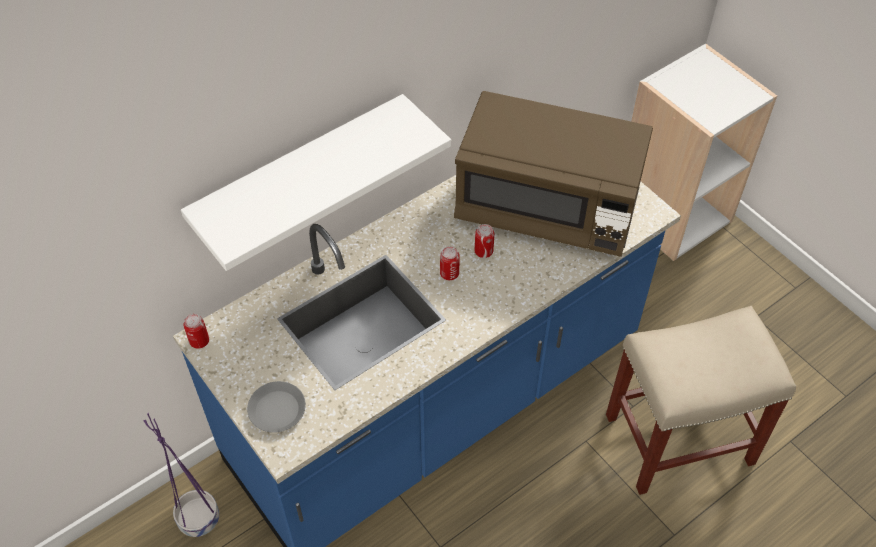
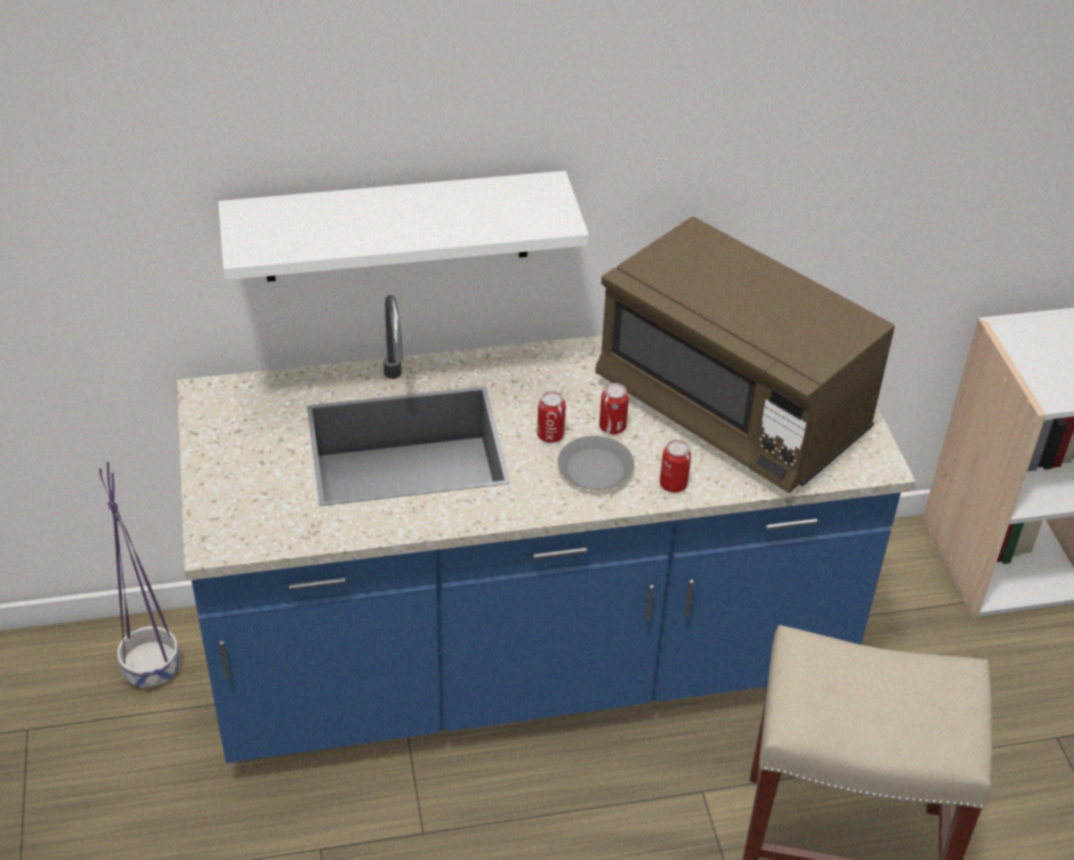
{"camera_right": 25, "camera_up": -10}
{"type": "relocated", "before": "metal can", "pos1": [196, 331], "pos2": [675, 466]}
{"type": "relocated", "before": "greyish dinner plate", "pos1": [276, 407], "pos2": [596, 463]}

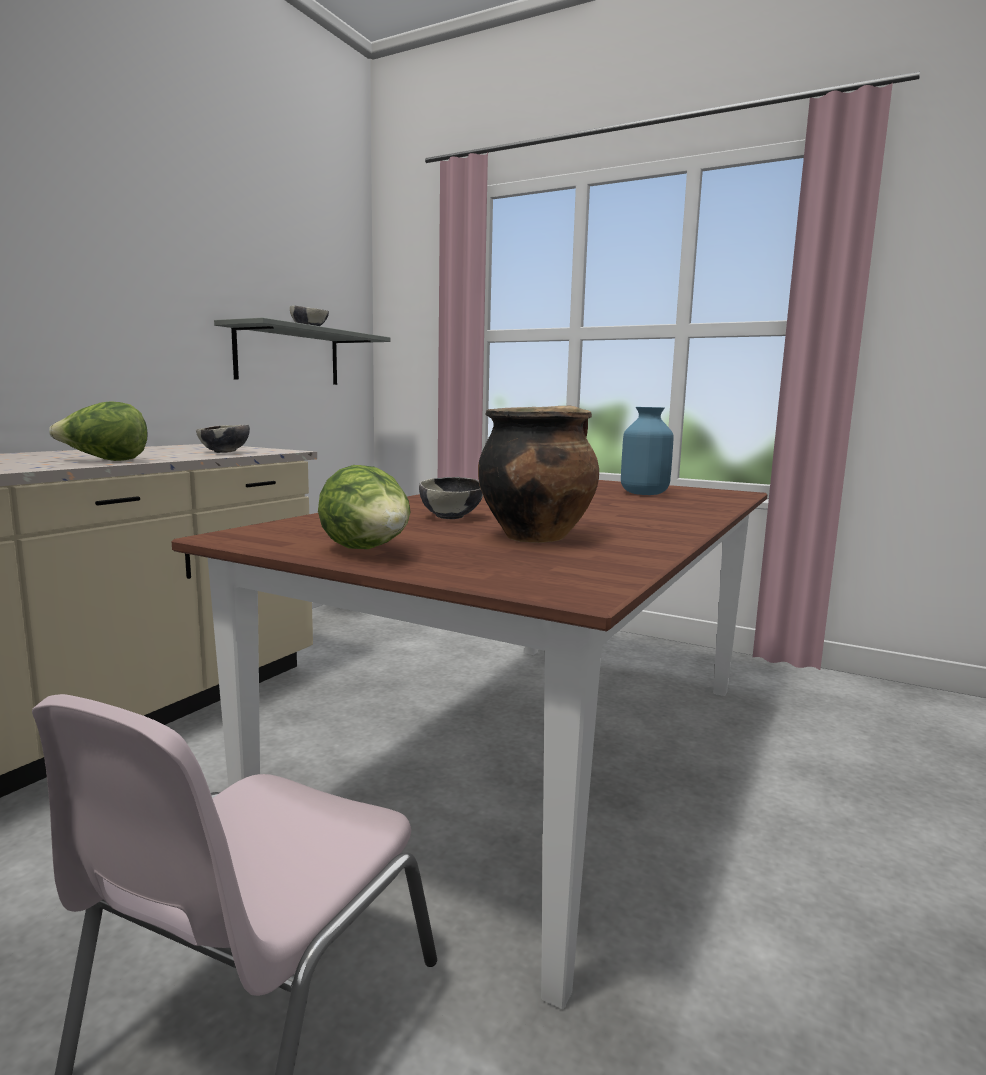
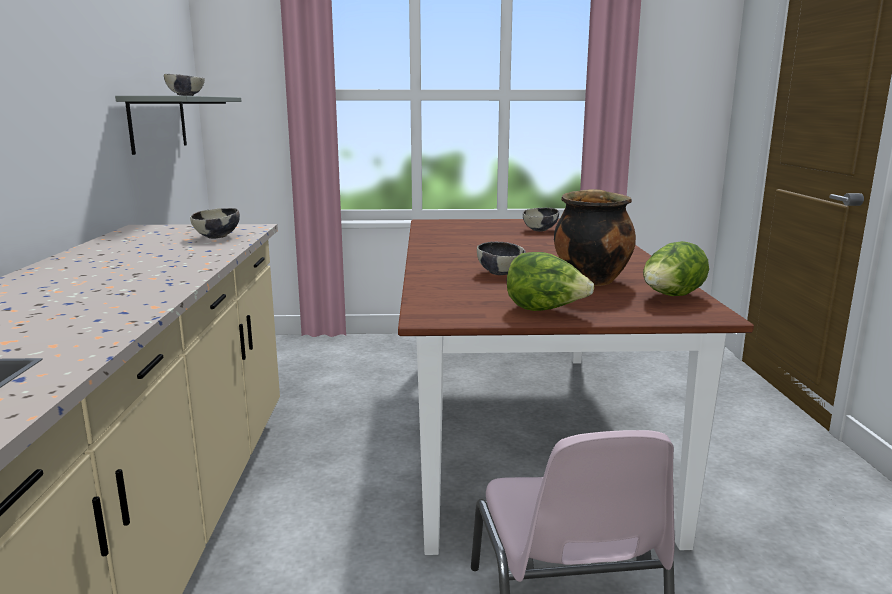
{"camera_right": -30, "camera_up": 5}
{"type": "relocated", "before": "lettuce head", "pos1": [98, 431], "pos2": [676, 268]}
{"type": "exchanged", "before": "bluish flower vase", "after": "deep dish", "pos1": [647, 451], "pos2": [541, 219]}

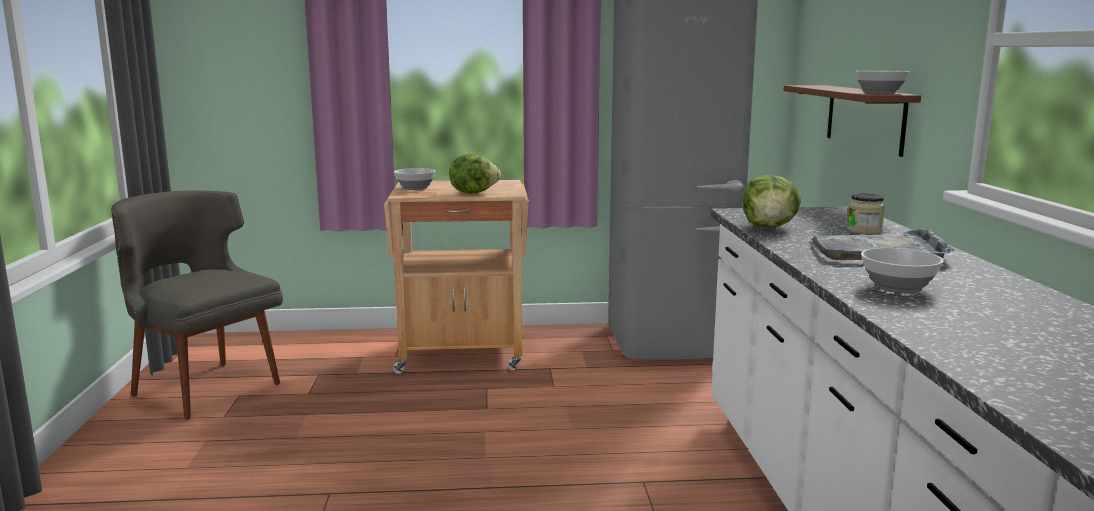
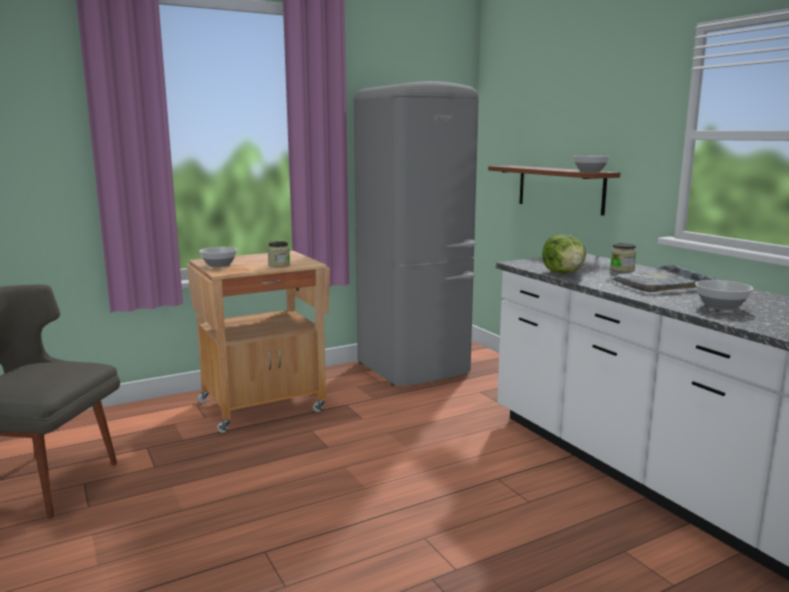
{"camera_right": -25, "camera_up": 0}
{"type": "exchanged", "before": "lettuce head", "after": "jar", "pos1": [475, 174], "pos2": [279, 254]}

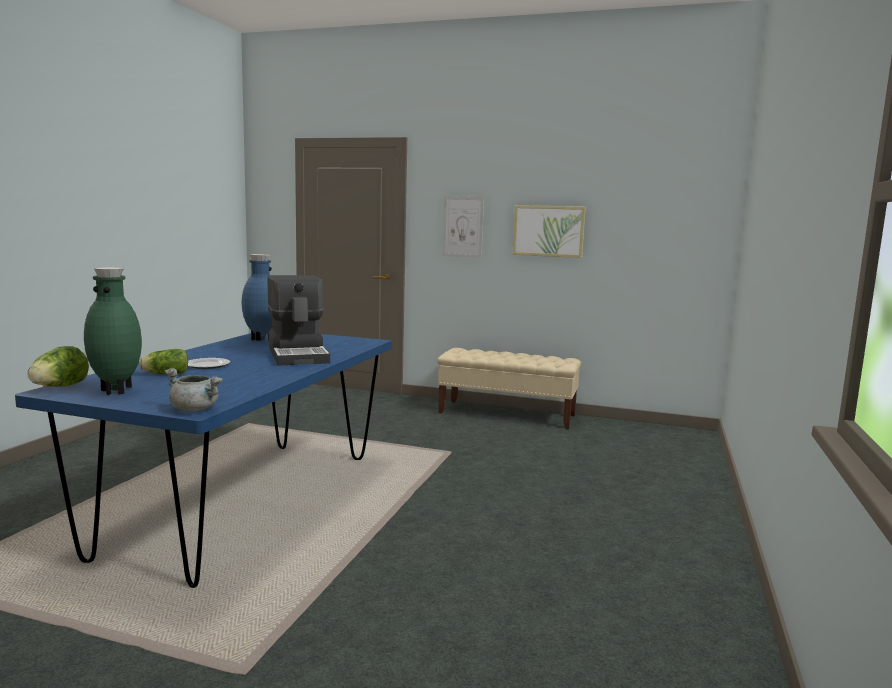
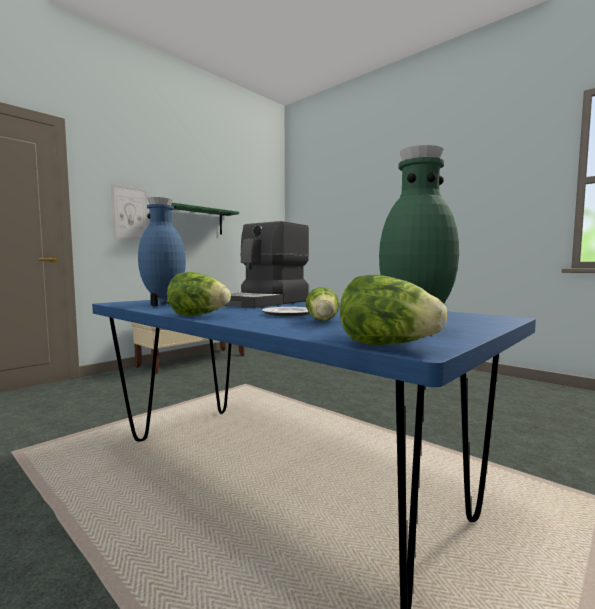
{"camera_right": -65, "camera_up": -5}
{"type": "missing", "before": "greyish saucepot", "pos1": [193, 389]}
{"type": "appeared", "after": "lettuce head", "pos2": [199, 294]}
{"type": "exchanged", "before": "wall art", "after": "green shelf", "pos1": [549, 231], "pos2": [205, 218]}
{"type": "spun", "before": "coffee maker", "pos1": [299, 320], "pos2": [267, 264], "turn": 120}

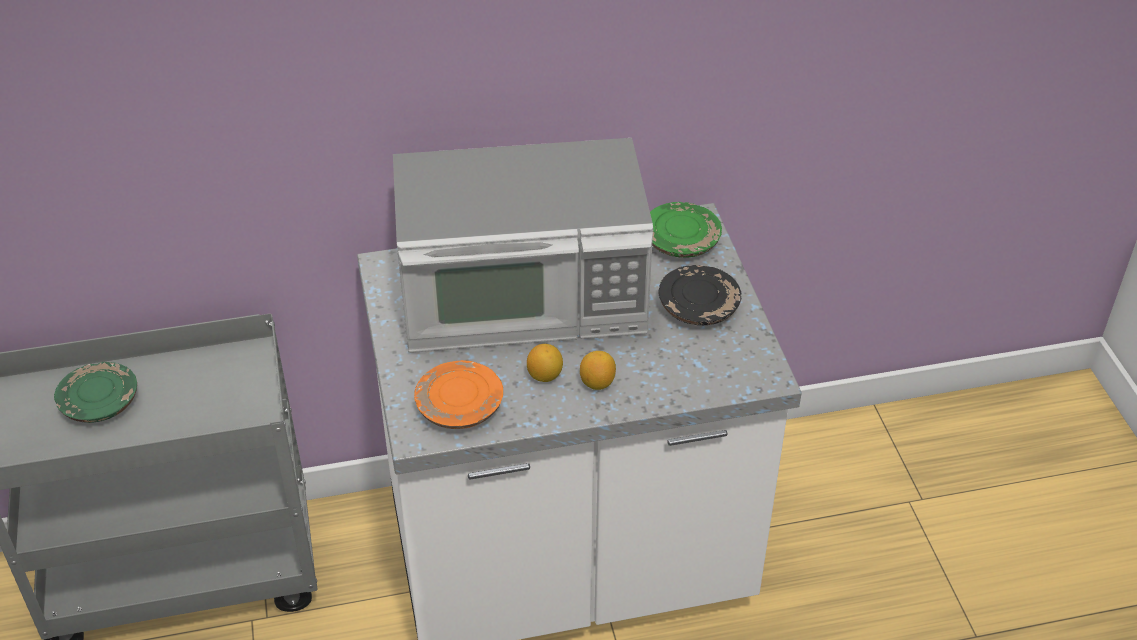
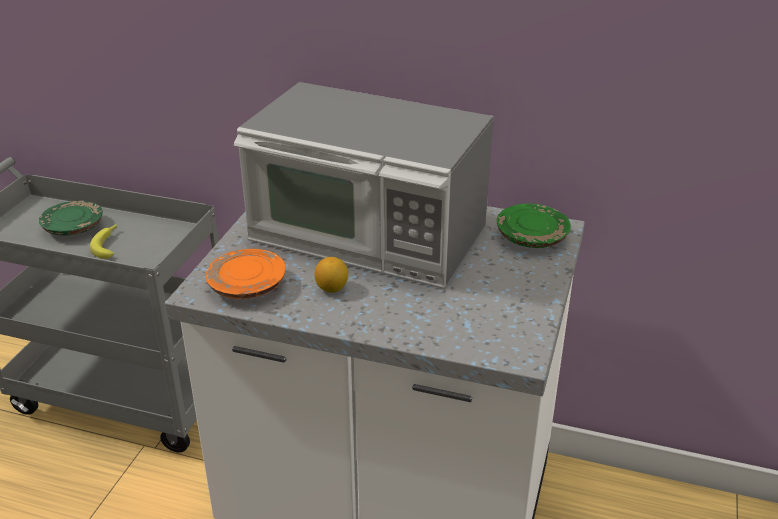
{"camera_right": 30, "camera_up": -10}
{"type": "missing", "before": "citrus fruit", "pos1": [598, 370]}
{"type": "missing", "before": "black dinner plate", "pos1": [699, 295]}
{"type": "appeared", "after": "whole banana", "pos2": [103, 241]}

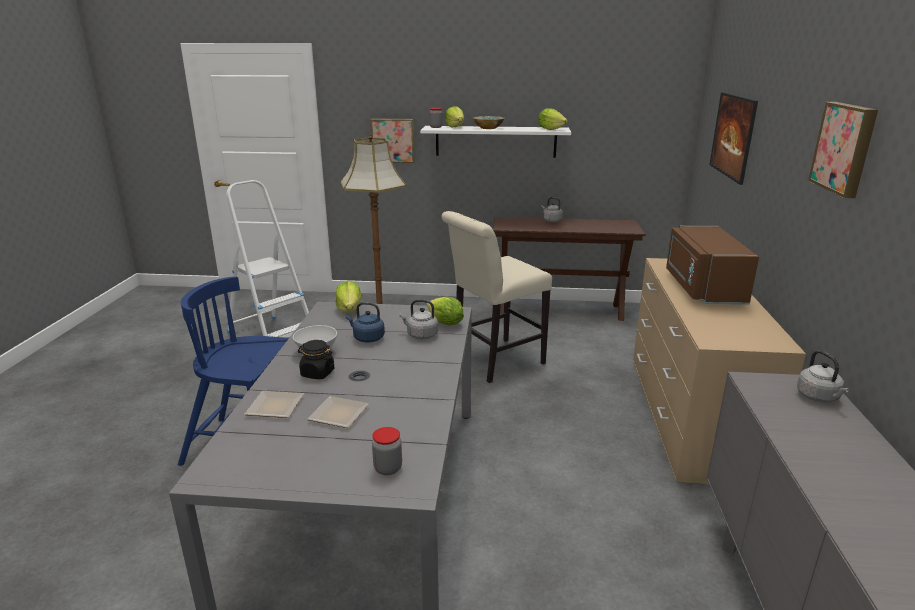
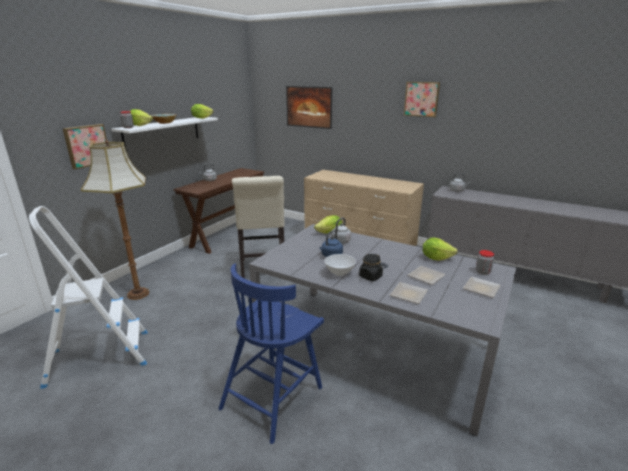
{"camera_right": -65, "camera_up": 0}
{"type": "missing", "before": "brownish kitchen microwave", "pos1": [712, 265]}
{"type": "appeared", "after": "dinner plate", "pos2": [482, 287]}
{"type": "relocated", "before": "lettuce head", "pos1": [349, 297], "pos2": [440, 249]}

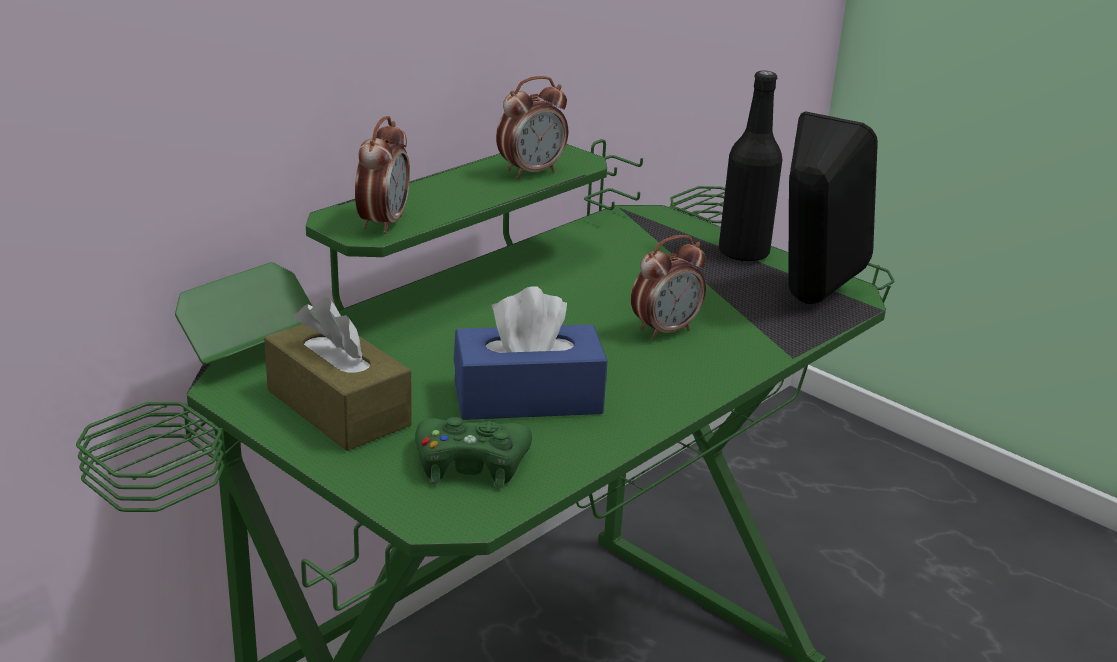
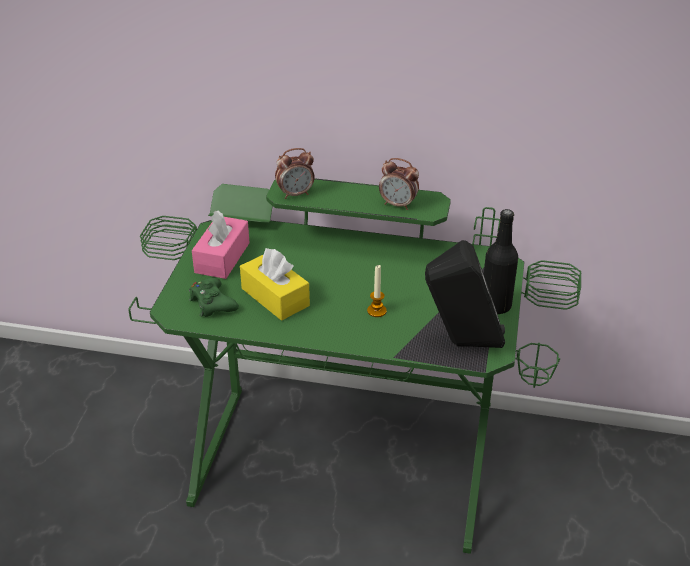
{"camera_right": 60, "camera_up": 10}
{"type": "exchanged", "before": "table clock", "after": "candle", "pos1": [668, 287], "pos2": [377, 291]}
{"type": "colour", "before": "brownish tissue box", "after": "pinkish tissue box", "pos1": [338, 374], "pos2": [221, 245]}
{"type": "colour", "before": "bluish tissue box", "after": "yellow tissue box", "pos1": [531, 353], "pos2": [275, 284]}

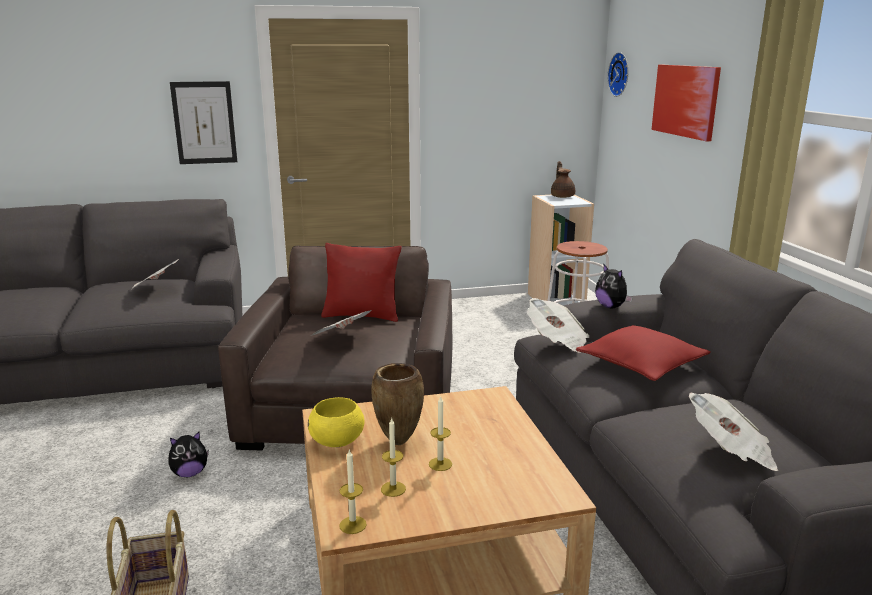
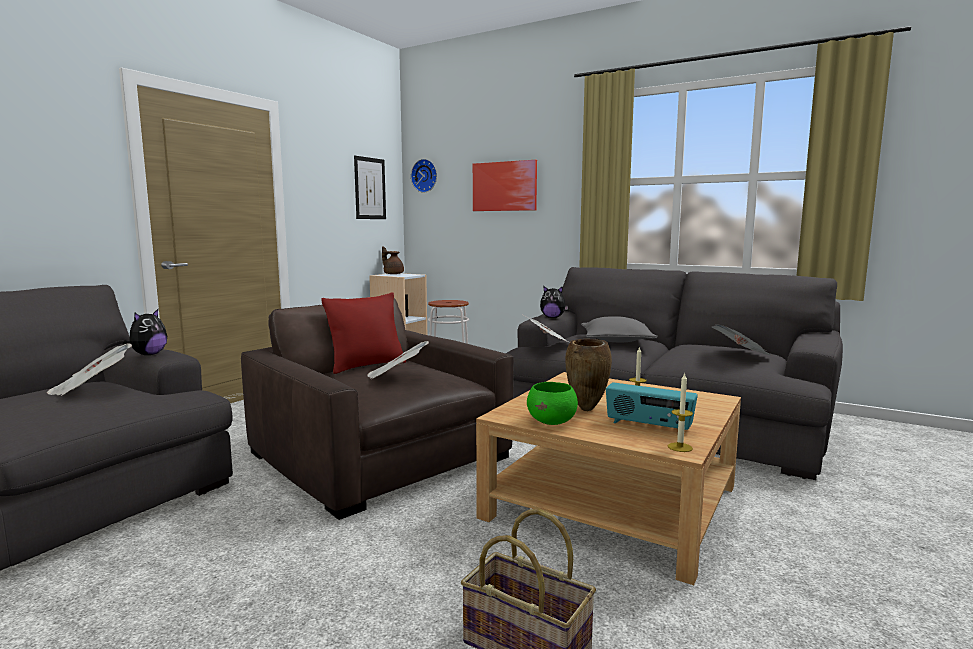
{"camera_right": -45, "camera_up": -10}
{"type": "relocated", "before": "plush toy", "pos1": [188, 454], "pos2": [145, 332]}
{"type": "relocated", "before": "wall art", "pos1": [203, 122], "pos2": [370, 187]}
{"type": "exchanged", "before": "candle", "after": "radio receiver", "pos1": [393, 457], "pos2": [652, 406]}
{"type": "colour", "before": "yellow deep dish", "after": "green deep dish", "pos1": [336, 422], "pos2": [552, 403]}
{"type": "colour", "before": "red throw pillow", "after": "greyish throw pillow", "pos1": [643, 353], "pos2": [619, 329]}

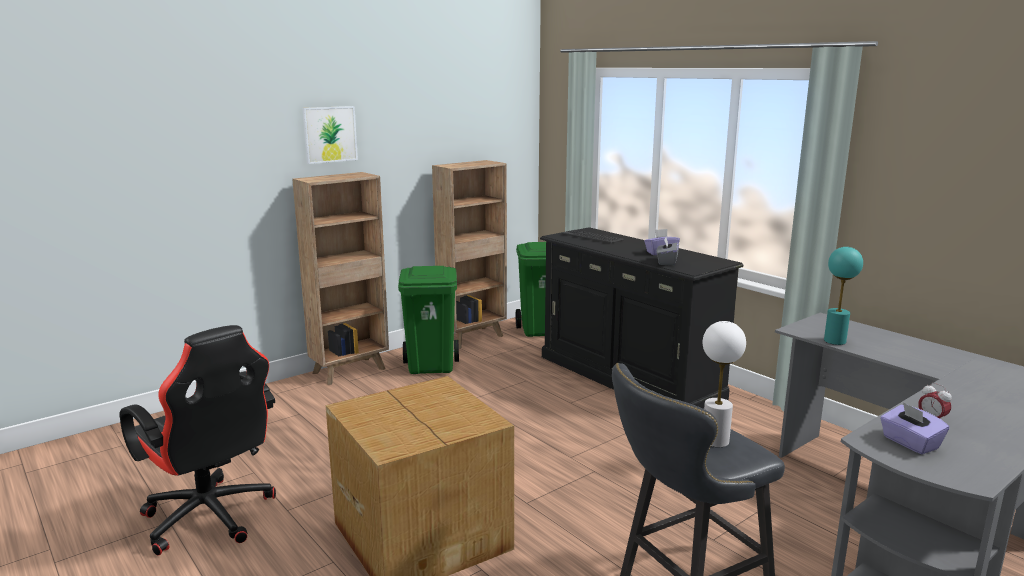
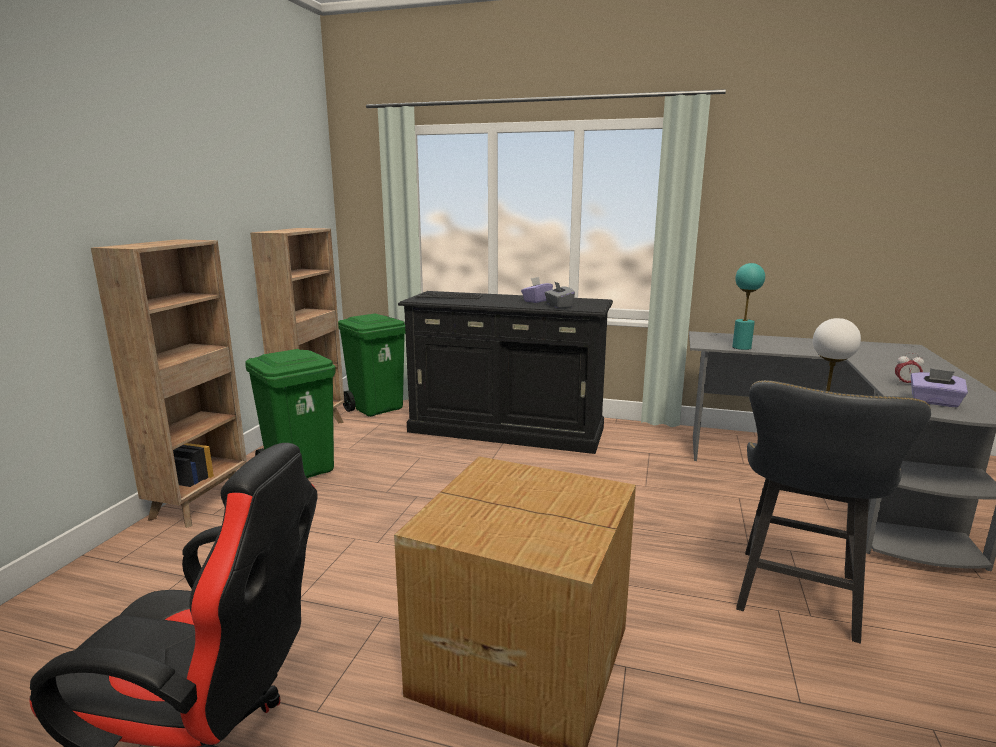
{"camera_right": -35, "camera_up": 0}
{"type": "missing", "before": "wall art", "pos1": [330, 135]}

